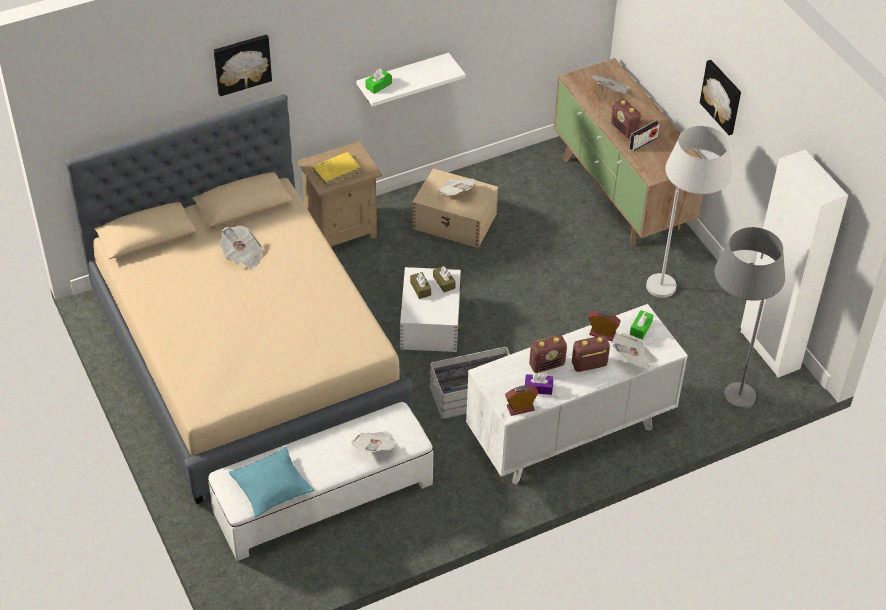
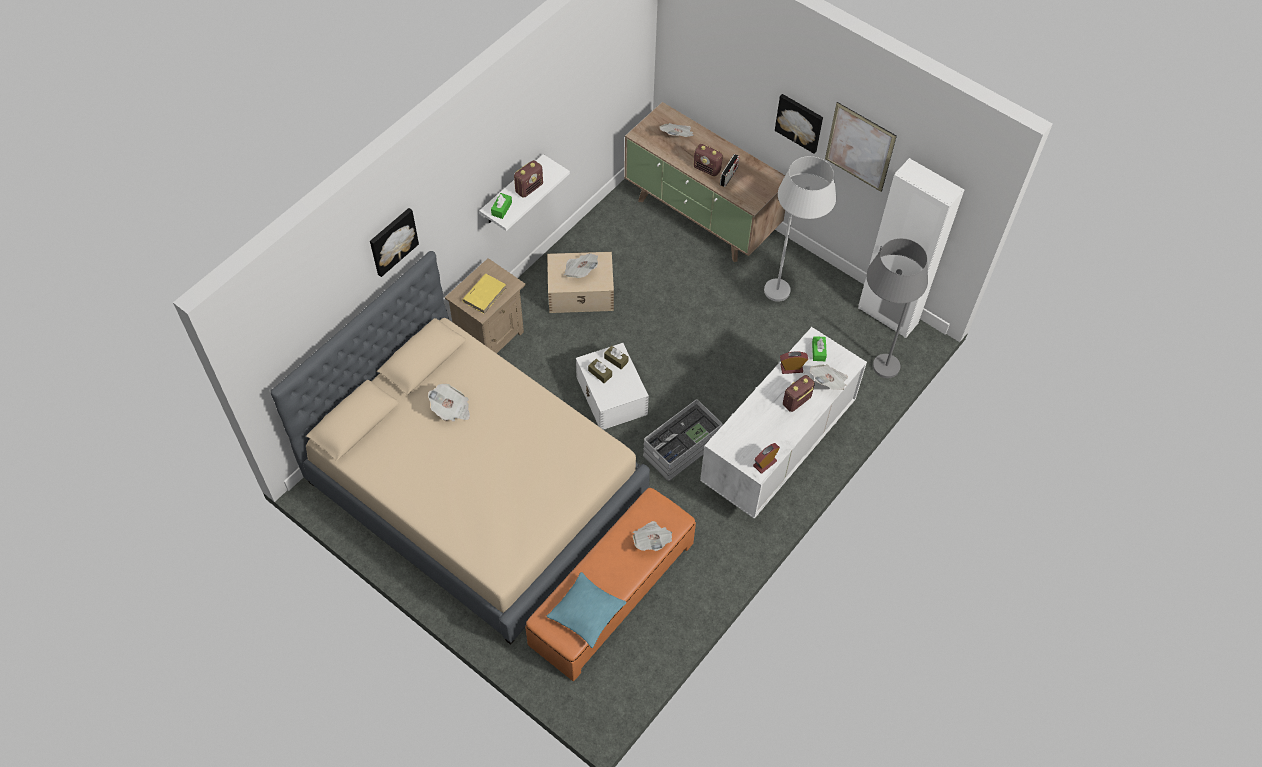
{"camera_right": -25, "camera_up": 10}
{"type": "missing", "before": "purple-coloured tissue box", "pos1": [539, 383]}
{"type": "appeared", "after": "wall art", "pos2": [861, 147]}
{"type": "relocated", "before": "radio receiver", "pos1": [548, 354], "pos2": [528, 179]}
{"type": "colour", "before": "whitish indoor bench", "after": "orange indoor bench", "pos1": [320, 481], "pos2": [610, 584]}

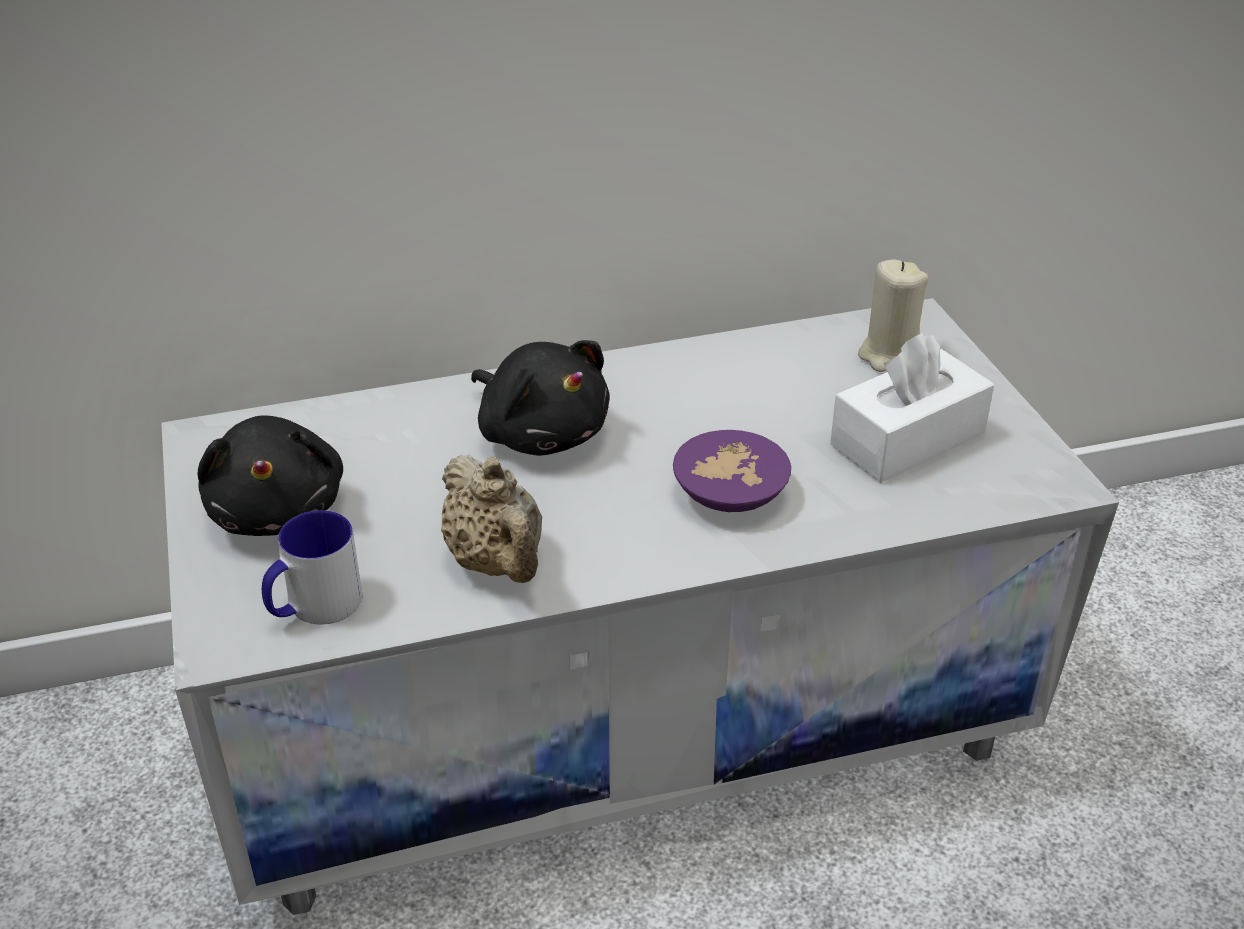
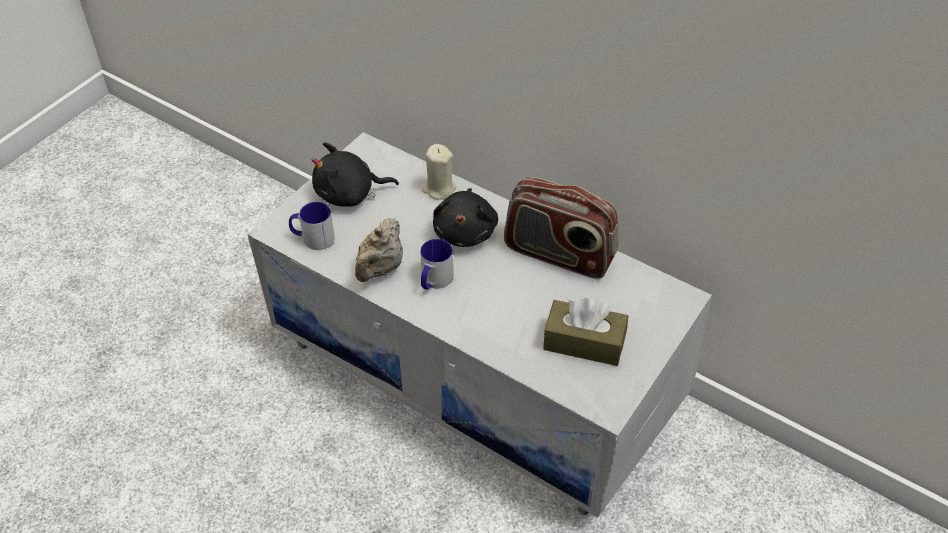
{"camera_right": 50, "camera_up": 10}
{"type": "missing", "before": "purple-coloured deep dish", "pos1": [732, 471]}
{"type": "appeared", "after": "coffee mug", "pos2": [437, 264]}
{"type": "appeared", "after": "radio receiver", "pos2": [561, 228]}
{"type": "relocated", "before": "sand-coloured candle", "pos1": [893, 316], "pos2": [439, 172]}
{"type": "colour", "before": "whitish tissue box", "after": "brownish tissue box", "pos1": [912, 408], "pos2": [585, 332]}
{"type": "spun", "before": "black plush toy", "pos1": [270, 475], "pos2": [355, 174], "turn": 45}

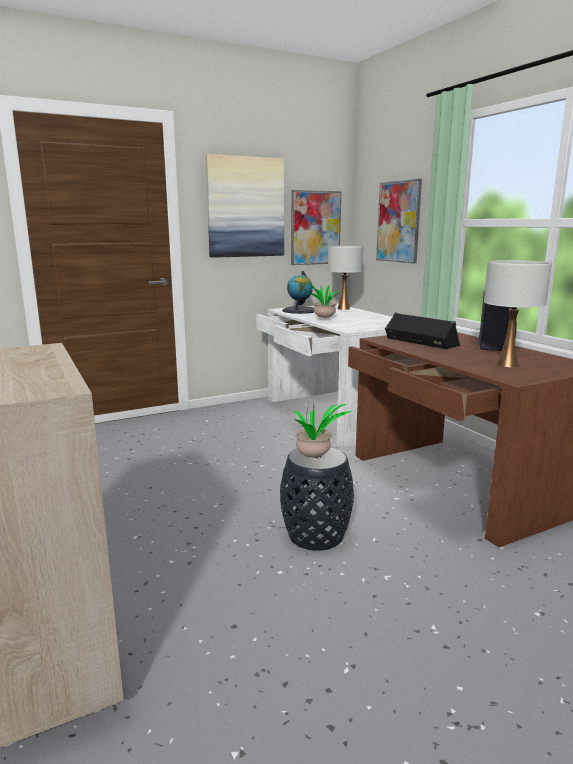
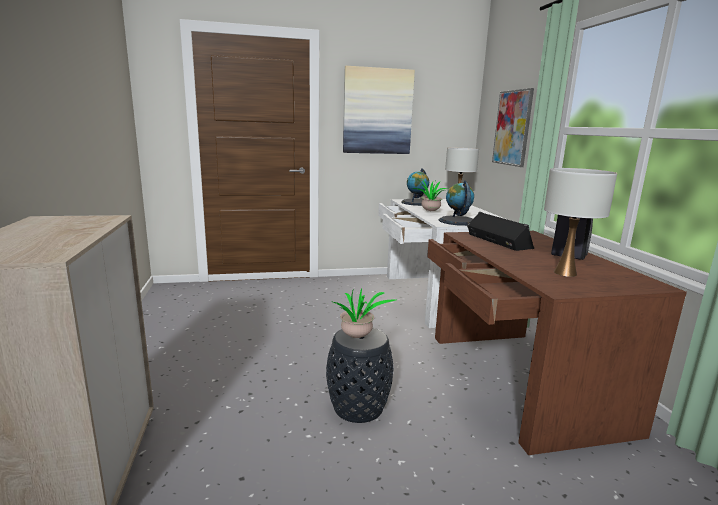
{"camera_right": 15, "camera_up": 0}
{"type": "missing", "before": "wall art", "pos1": [316, 227]}
{"type": "appeared", "after": "globe", "pos2": [456, 203]}

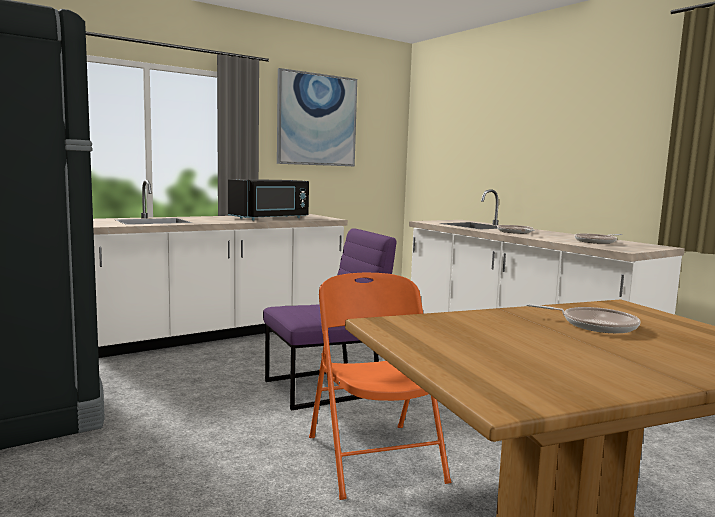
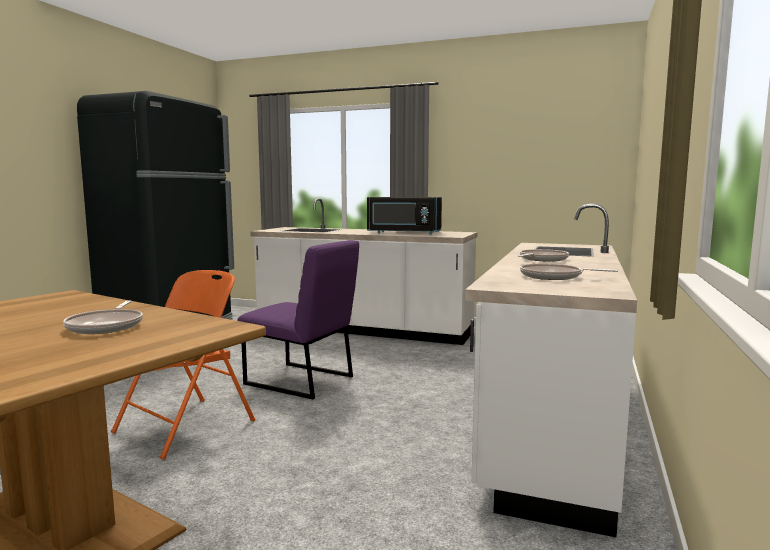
{"camera_right": 55, "camera_up": 0}
{"type": "missing", "before": "wall art", "pos1": [317, 117]}

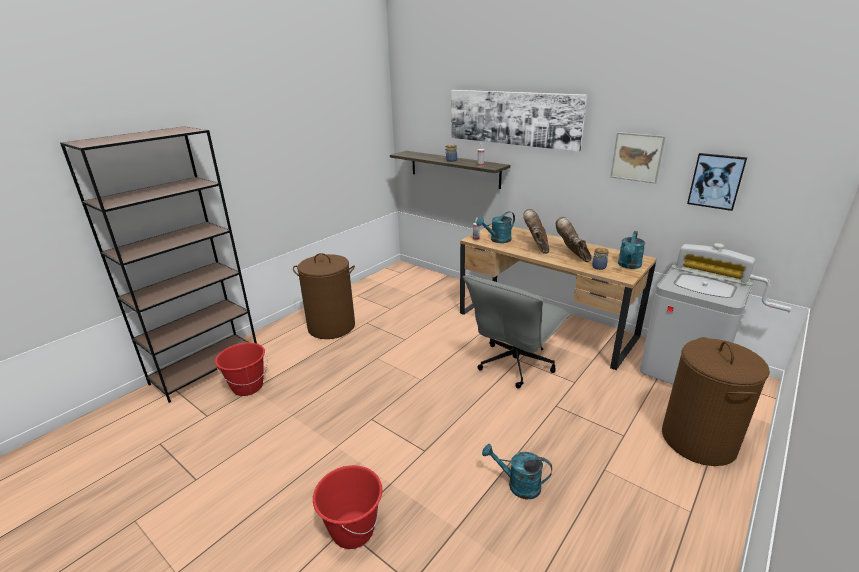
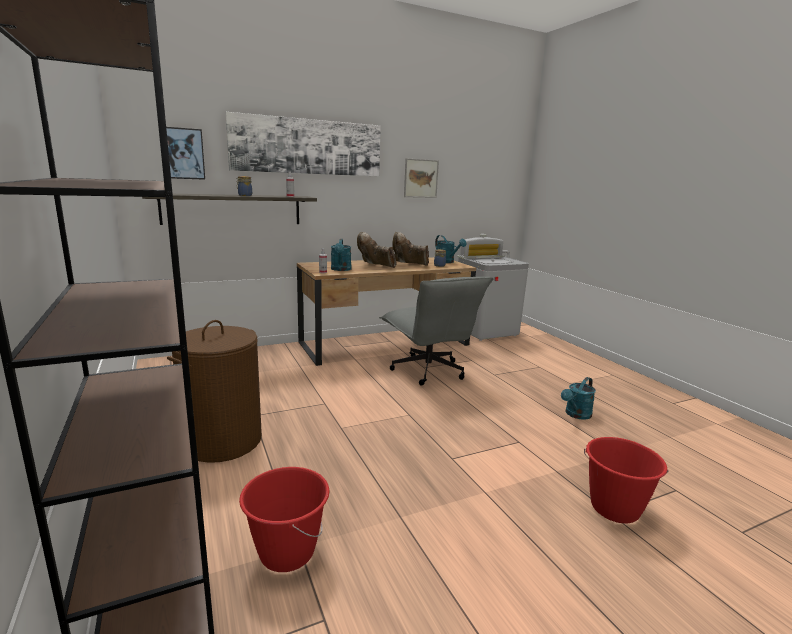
{"camera_right": -65, "camera_up": -10}
{"type": "missing", "before": "brownish laundry basket", "pos1": [716, 401]}
{"type": "relocated", "before": "wall art", "pos1": [717, 182], "pos2": [185, 153]}

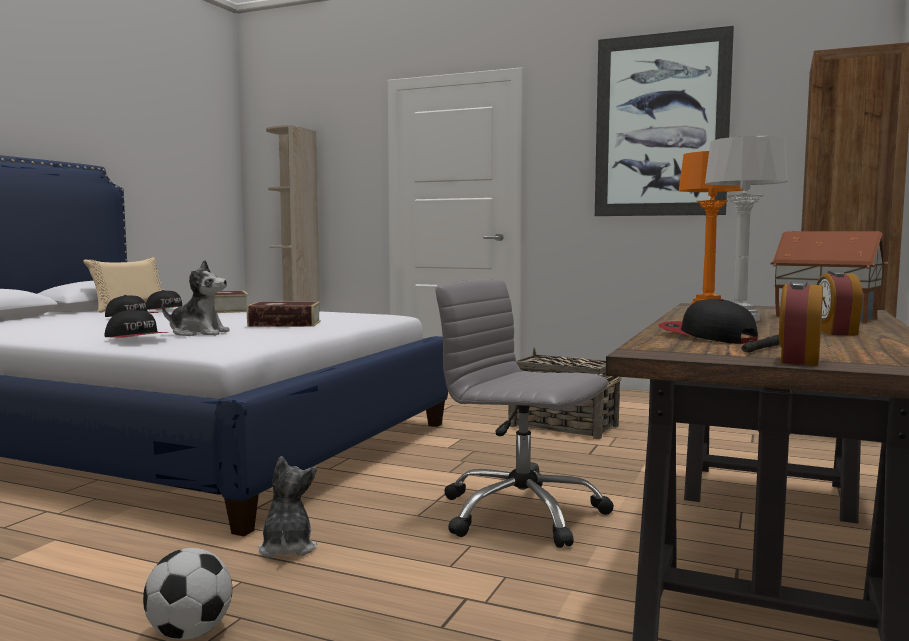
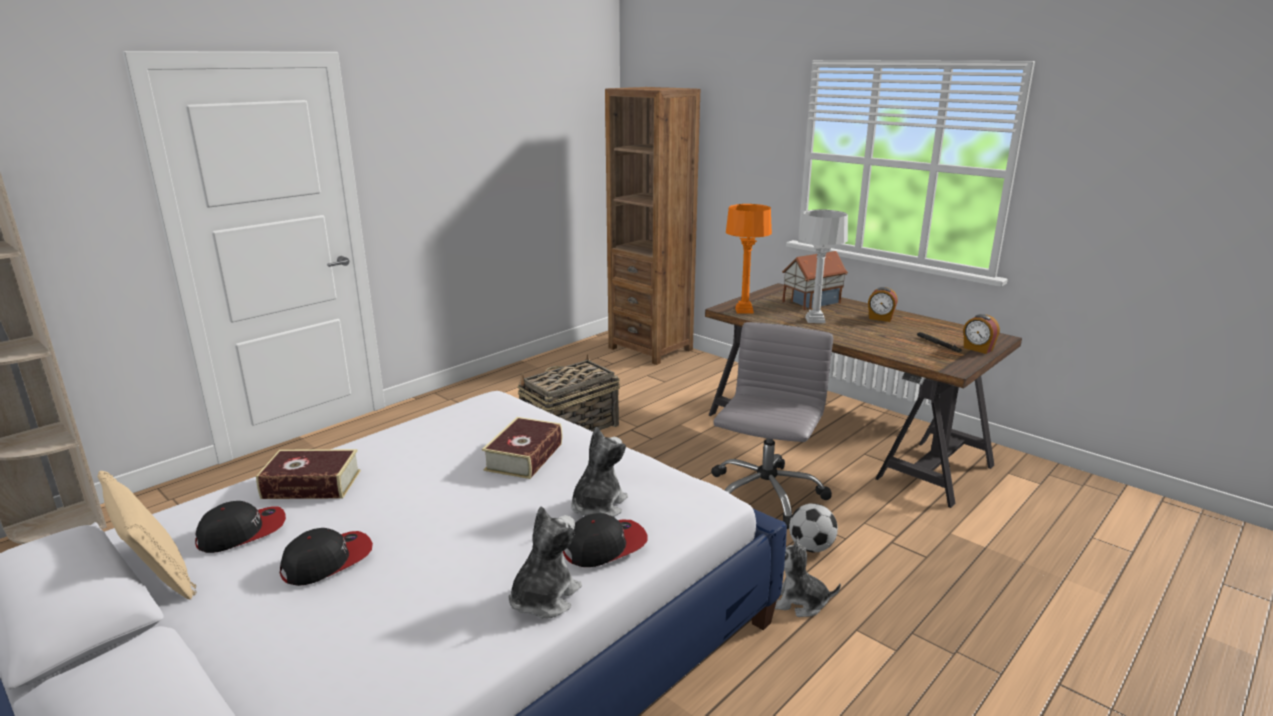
{"camera_right": -70, "camera_up": 15}
{"type": "missing", "before": "wall art", "pos1": [664, 121]}
{"type": "missing", "before": "cap", "pos1": [708, 321]}
{"type": "appeared", "after": "plush toy", "pos2": [545, 562]}
{"type": "relocated", "before": "ball for football", "pos1": [187, 594], "pos2": [813, 528]}
{"type": "spun", "before": "greyish computer chair", "pos1": [525, 413], "pos2": [772, 425], "turn": 150}

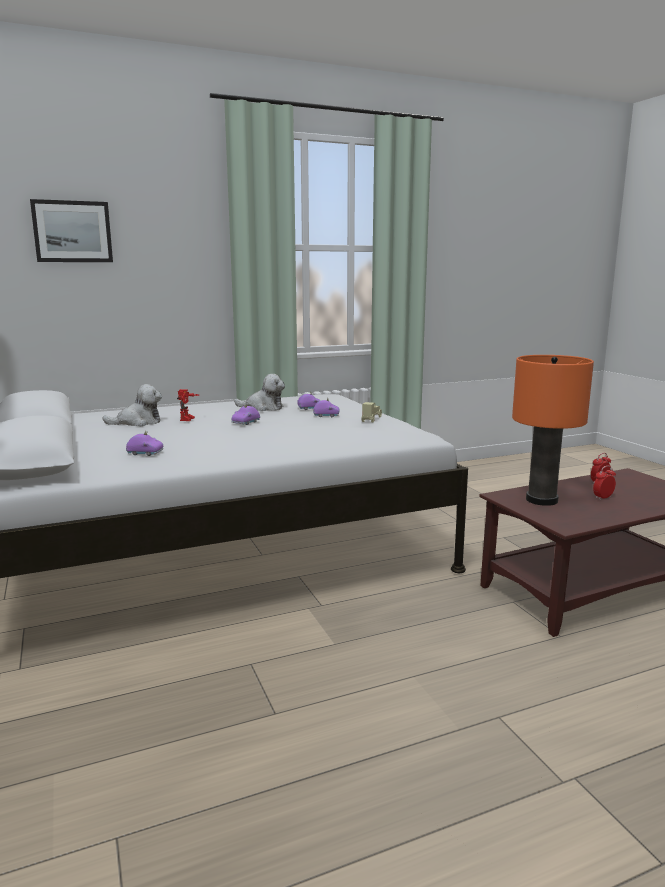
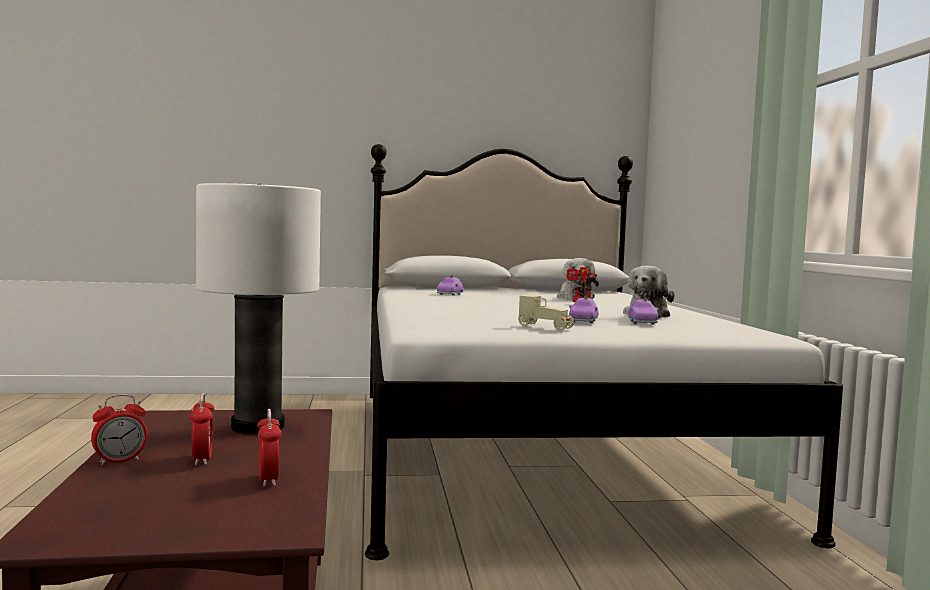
{"camera_right": 105, "camera_up": -10}
{"type": "missing", "before": "wall art", "pos1": [71, 230]}
{"type": "missing", "before": "purple-coloured miniature car", "pos1": [245, 415]}
{"type": "appeared", "after": "table clock", "pos2": [119, 429]}
{"type": "colour", "before": "orange tabletop lamp", "after": "whitish tabletop lamp", "pos1": [553, 430], "pos2": [258, 308]}

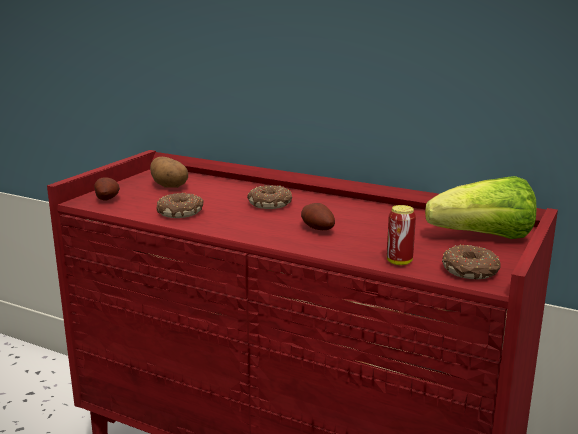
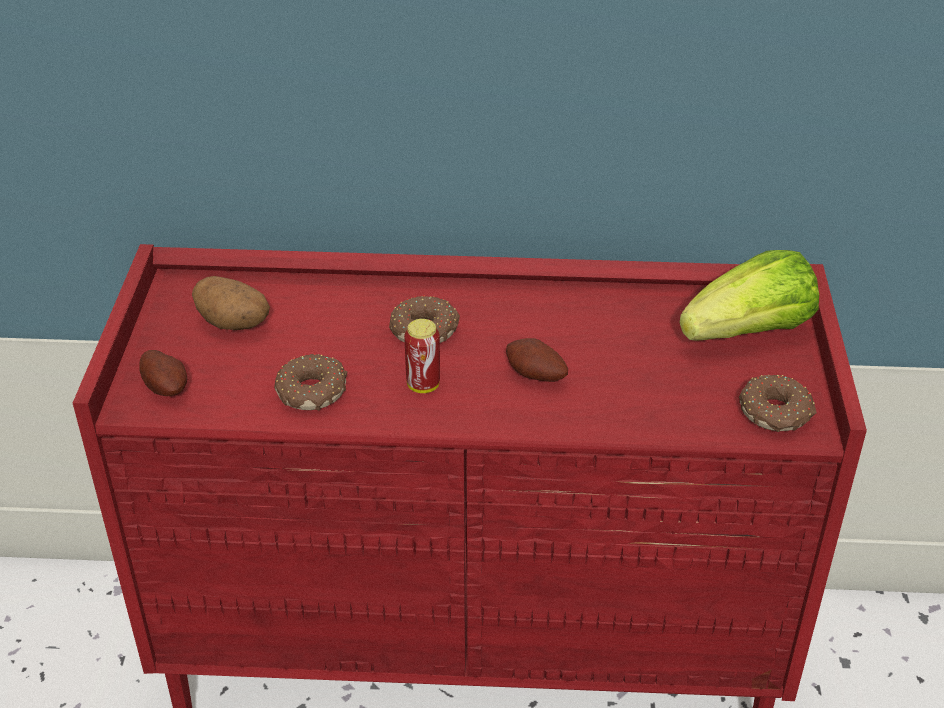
{"camera_right": -25, "camera_up": 20}
{"type": "relocated", "before": "metal can", "pos1": [401, 235], "pos2": [422, 356]}

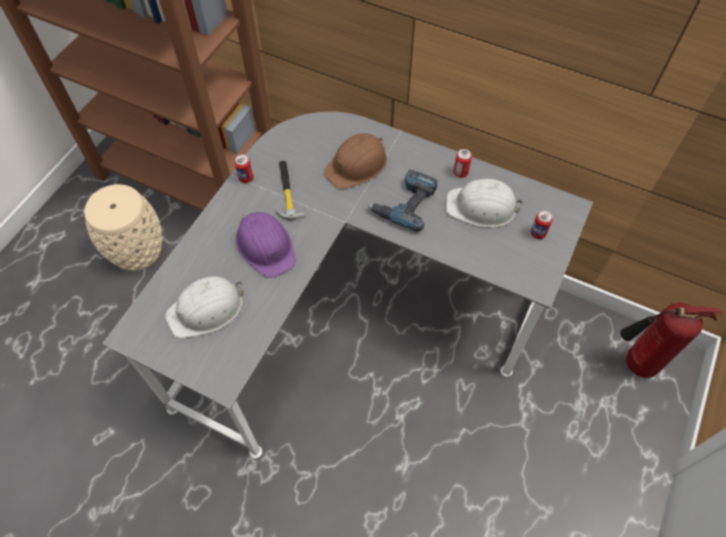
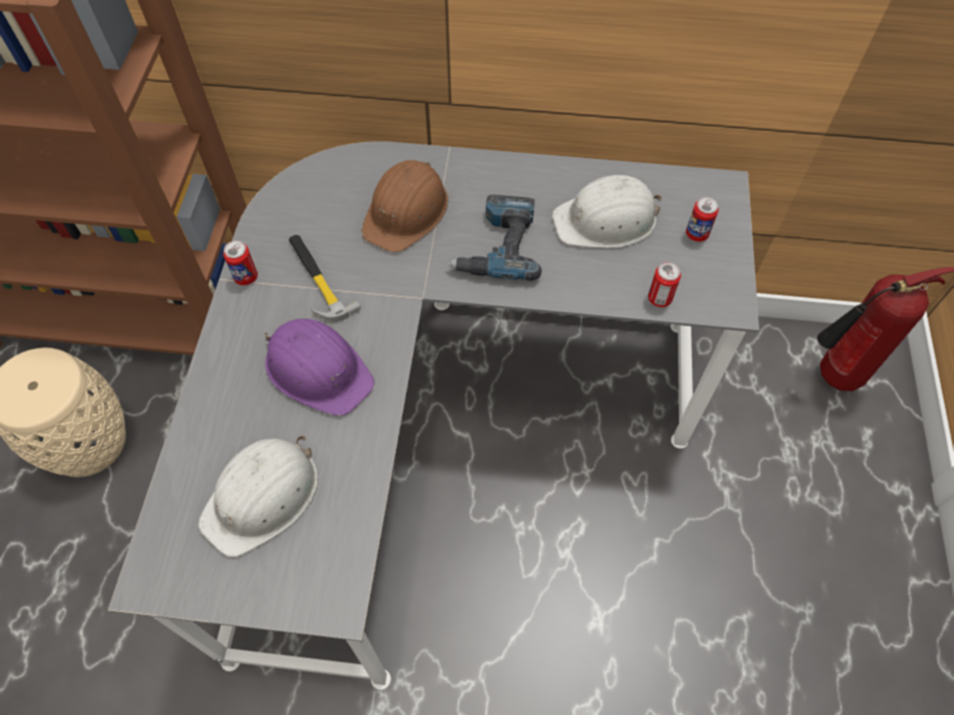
{"camera_right": -20, "camera_up": 0}
{"type": "relocated", "before": "metal can", "pos1": [463, 163], "pos2": [664, 284]}

